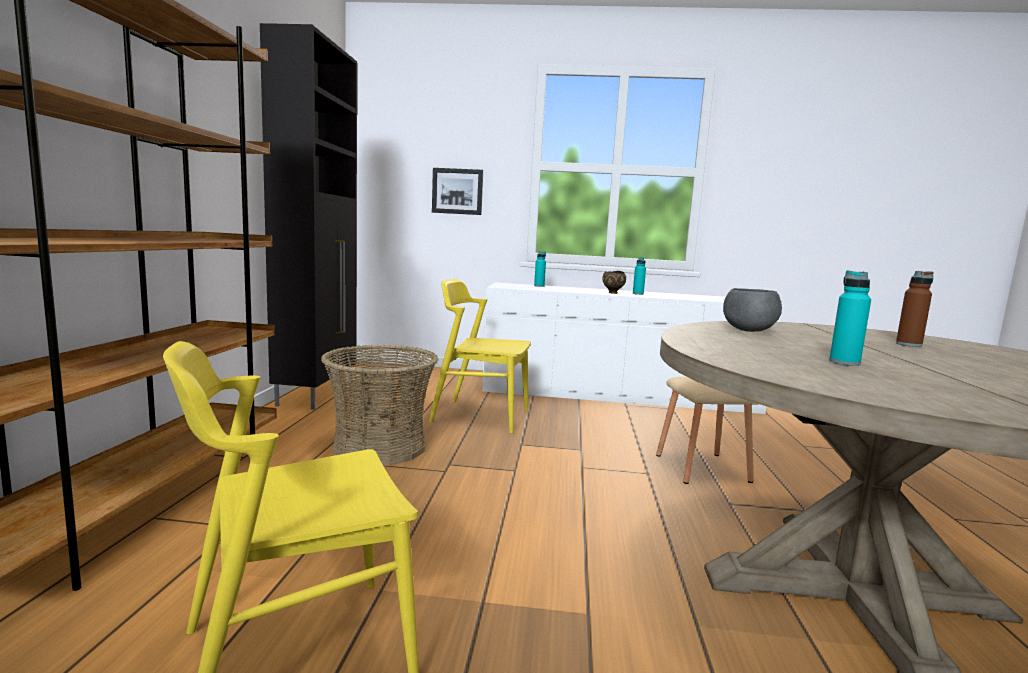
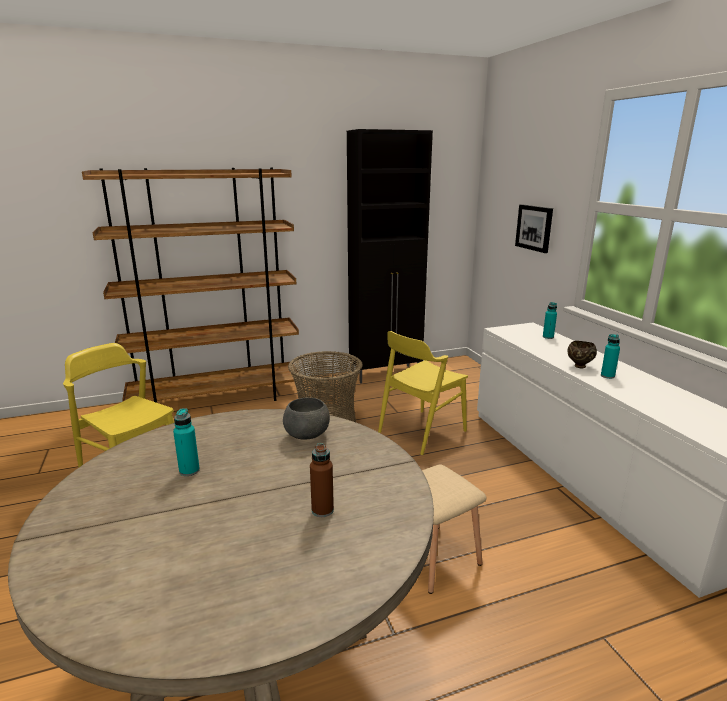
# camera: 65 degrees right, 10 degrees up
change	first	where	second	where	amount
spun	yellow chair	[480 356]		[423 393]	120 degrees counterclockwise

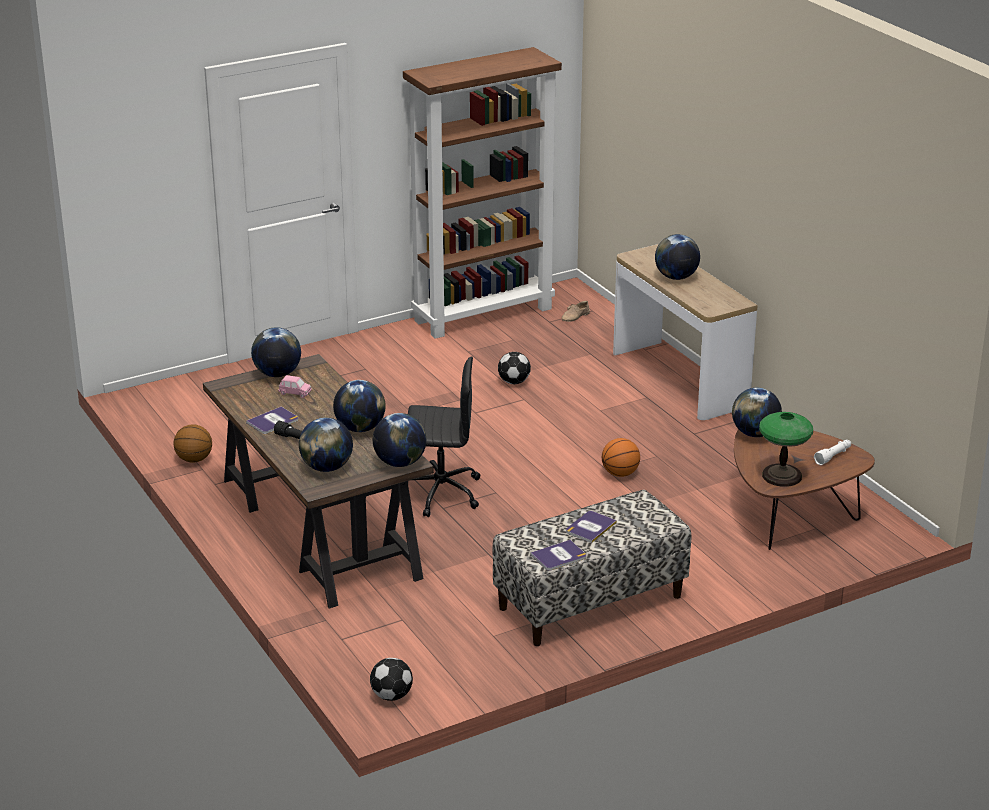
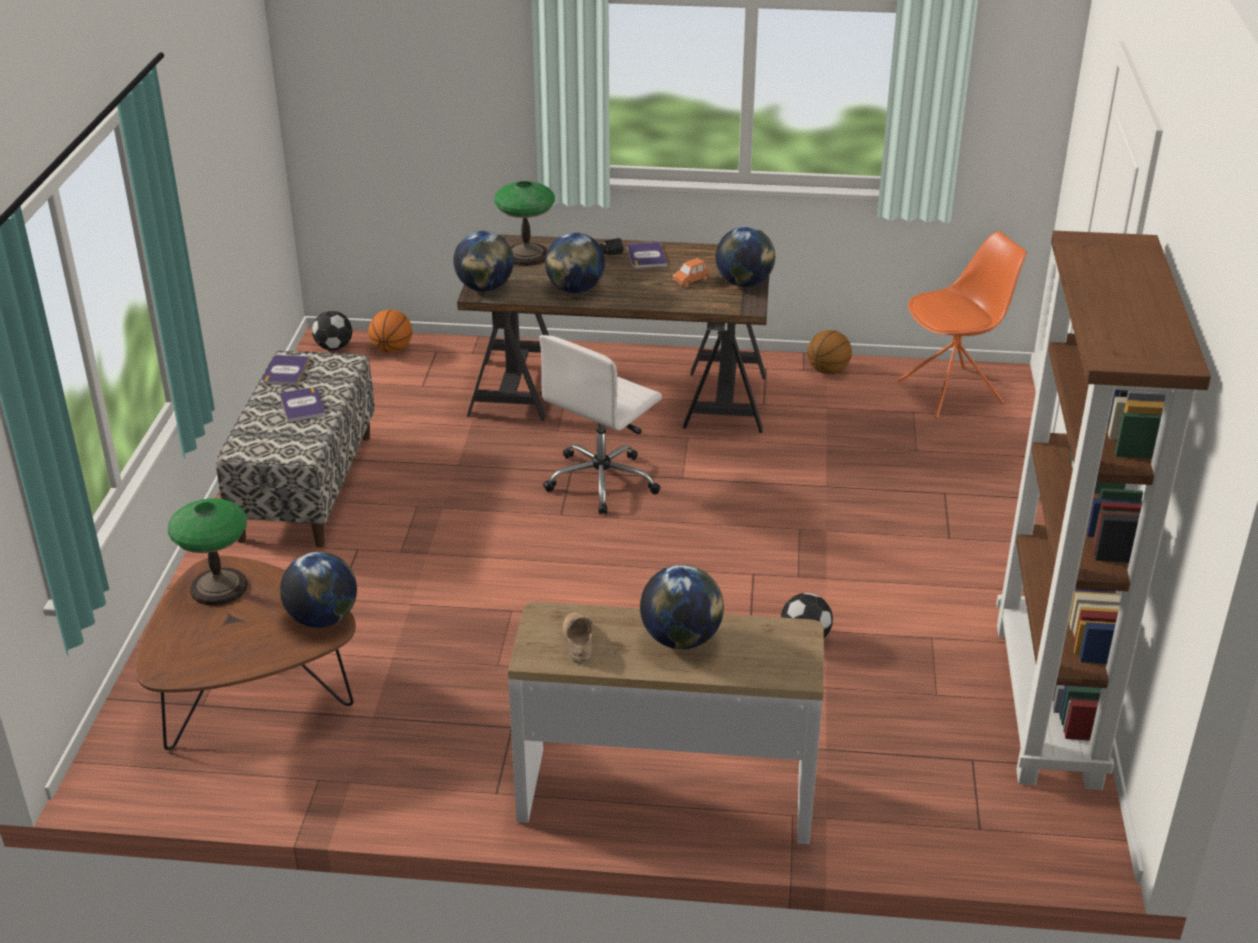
# camera: 125 degrees right, 5 degrees up
change	first	where	second	where	amount
relocated	beige shoe	[576 311]		[578 638]	
colour	black office chair	[444 436]	white office chair	[600 424]	
colour	pink toy car	[295 386]	orange toy car	[691 272]	
exchanged	globe	[326 445]	table lamp	[524 223]	
relocated	basketball	[621 457]		[390 331]	
missing	white flashlight	[832 452]			
appeared			orange chair	[962 325]	

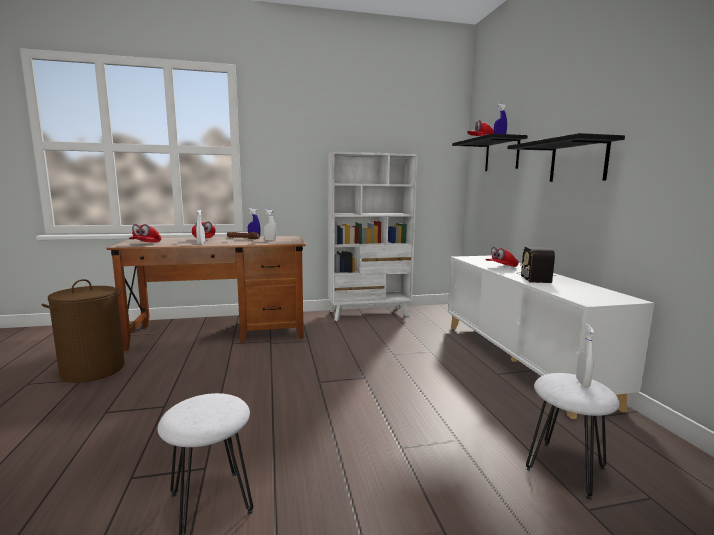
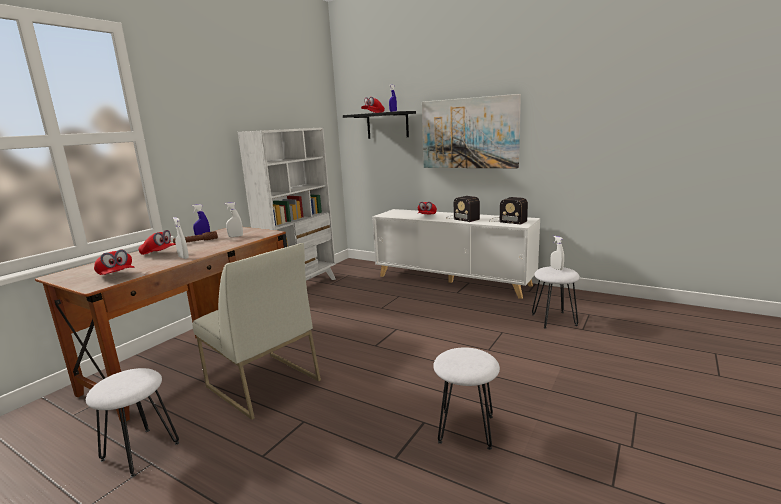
# camera: 45 degrees left, 5 degrees up
change	first	where	second	where	amount
exchanged	black shelf	[566 157]	picture	[471 131]	
exchanged	brown laundry basket	[83 331]	white stool	[132 422]	
appeared			radio	[509 210]	
appeared			white chair	[257 331]	

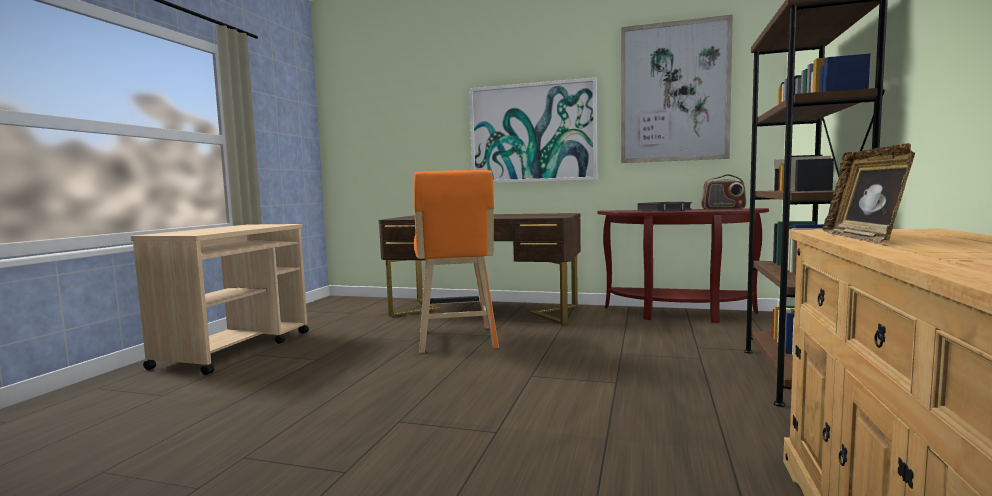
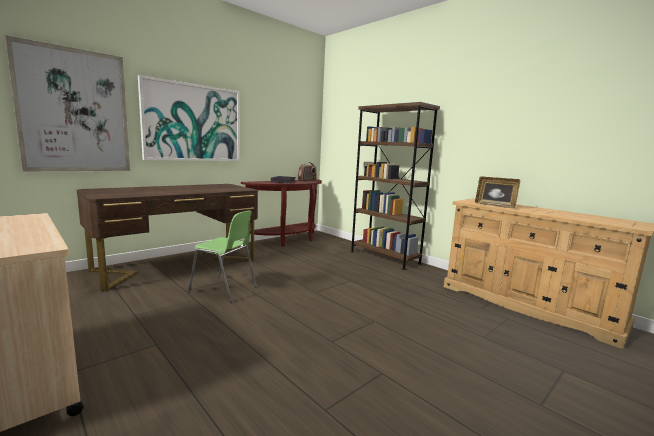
# camera: 60 degrees left, 5 degrees up
change	first	where	second	where	amount
relocated	picture	[677 88]		[67 103]	
exchanged	orange stool	[456 261]	green chair	[222 257]	

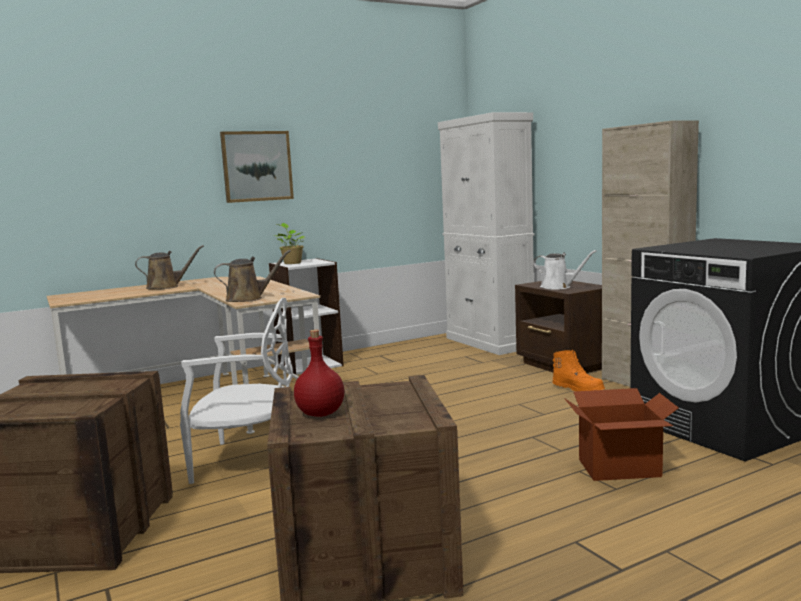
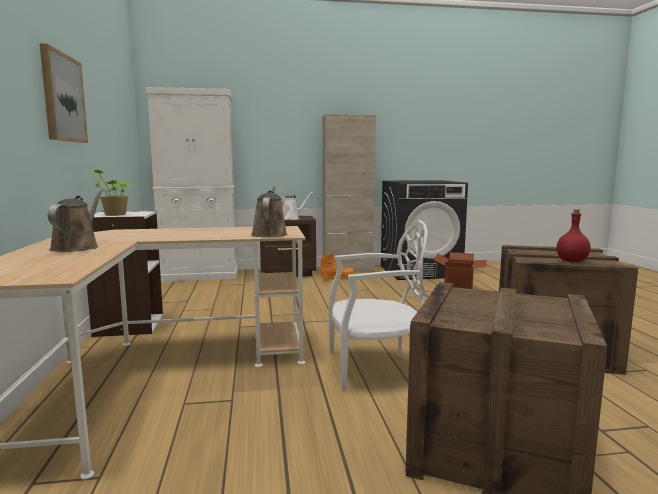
# camera: 70 degrees left, 0 degrees up
change	first	where	second	where	amount
spun	white chair	[236 391]		[378 306]	60 degrees clockwise

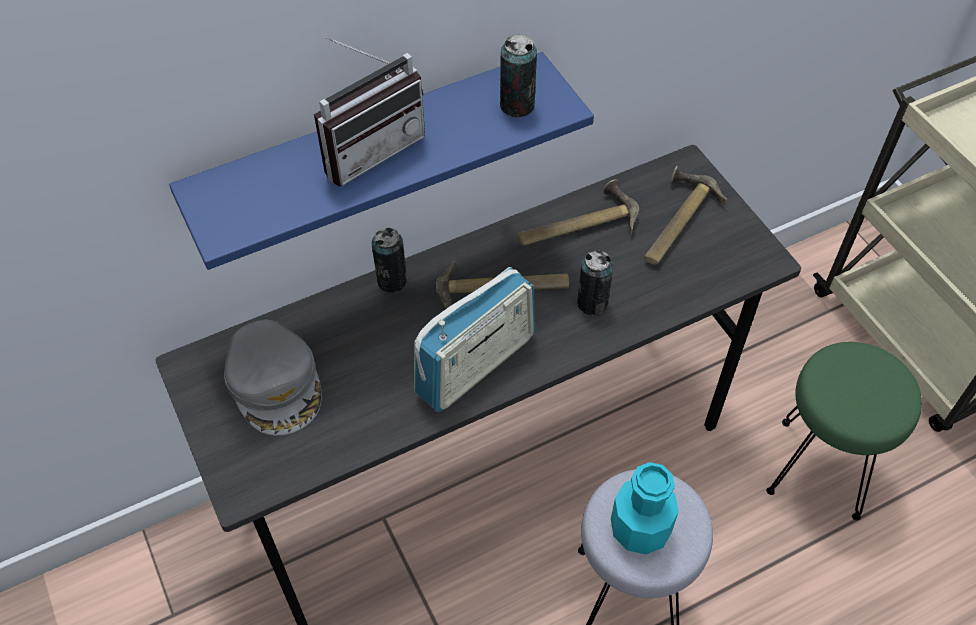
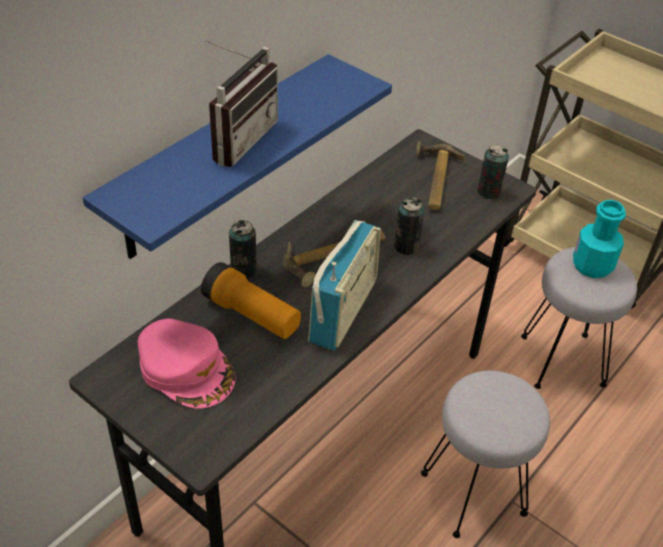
# camera: 25 degrees left, 10 degrees down
change	first	where	second	where	amount
relocated	can	[518 75]		[493 171]	
missing	hammer	[578 212]			
colour	grey cap	[273 377]	pink cap	[187 364]	
colour	green stool	[844 431]	grey stool	[579 318]	
relocated	turquoise bottle	[645 508]		[599 239]	
appeared			flashlight	[251 300]	

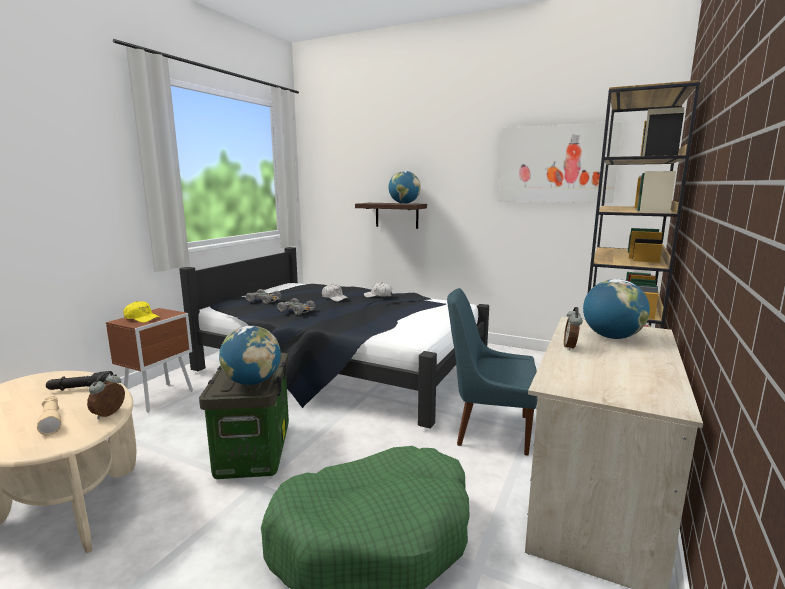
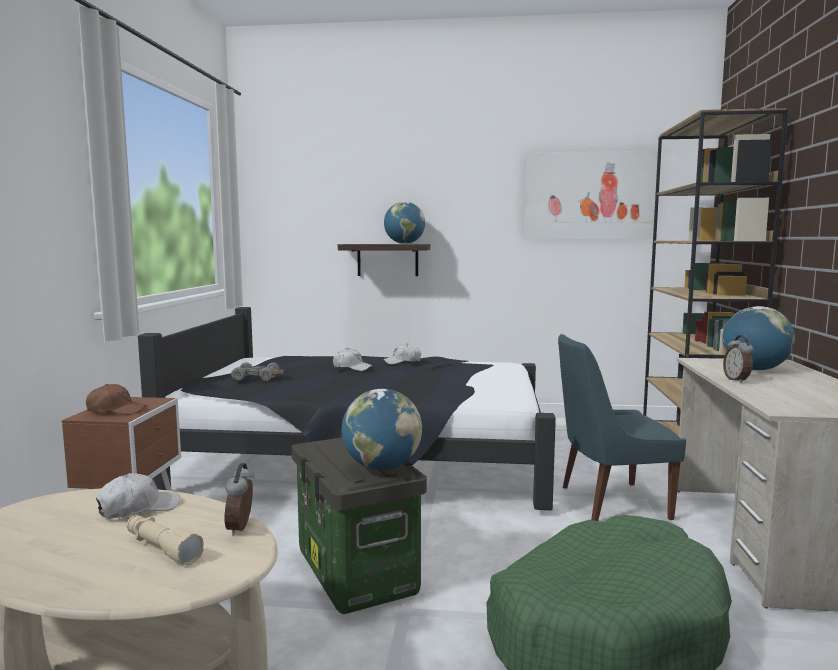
# camera: 20 degrees left, 5 degrees down
change	first	where	second	where	amount
missing	grey toy car	[296 306]			
colour	yellow cap	[141 312]	brown cap	[116 399]	
exchanged	black flashlight	[79 381]	white cap	[138 496]	

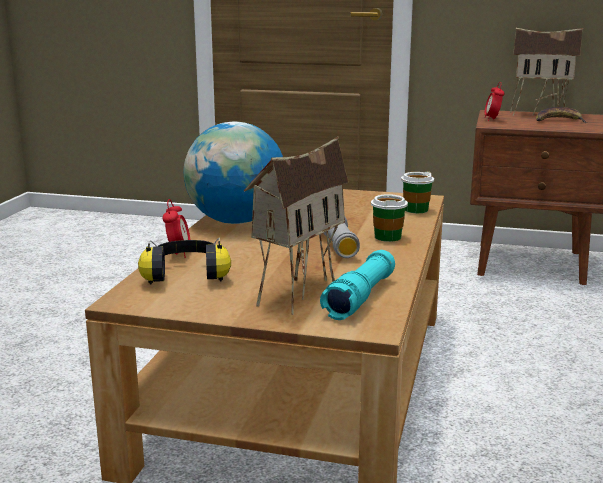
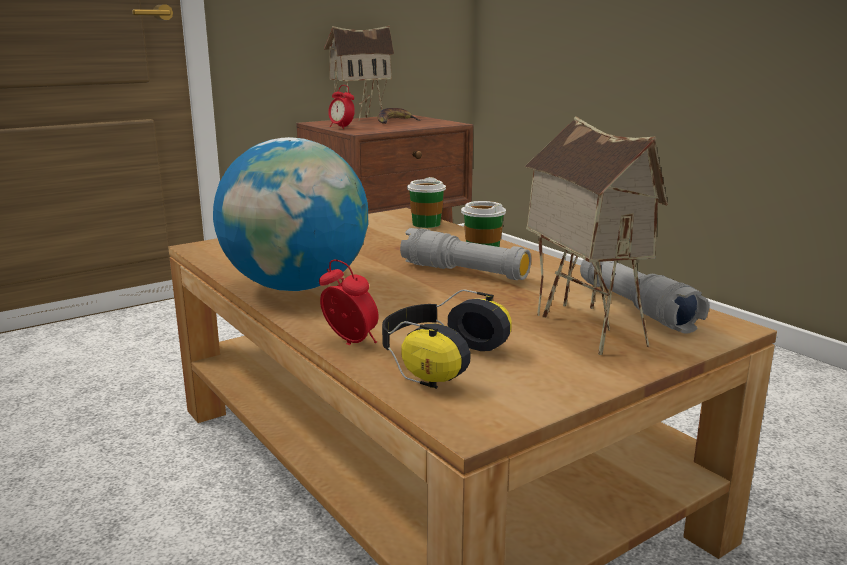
# camera: 50 degrees left, 0 degrees up
change	first	where	second	where	amount
colour	turquoise flashlight	[357 285]	grey flashlight	[644 296]	

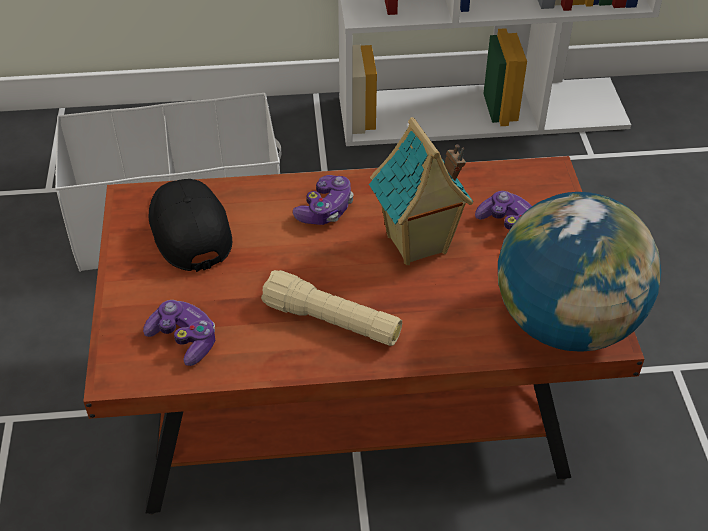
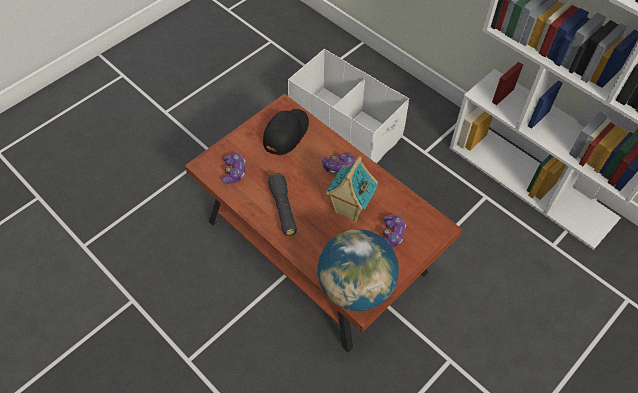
# camera: 50 degrees right, 10 degrees up
change	first	where	second	where	amount
colour	beige flashlight	[331 308]	black flashlight	[282 204]	

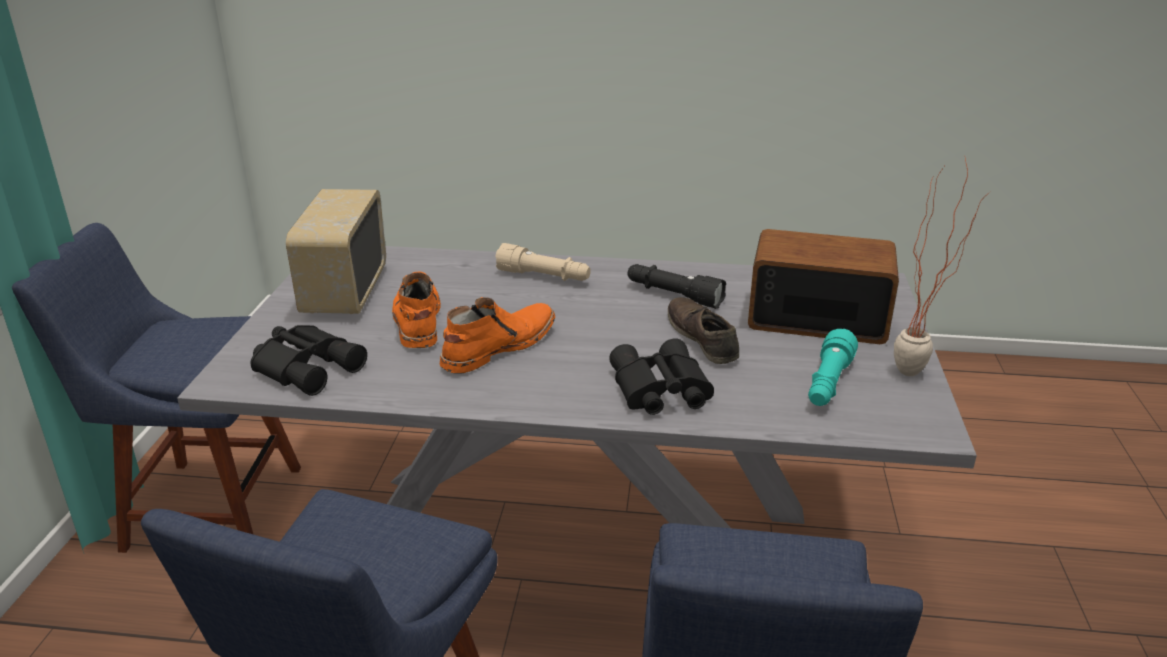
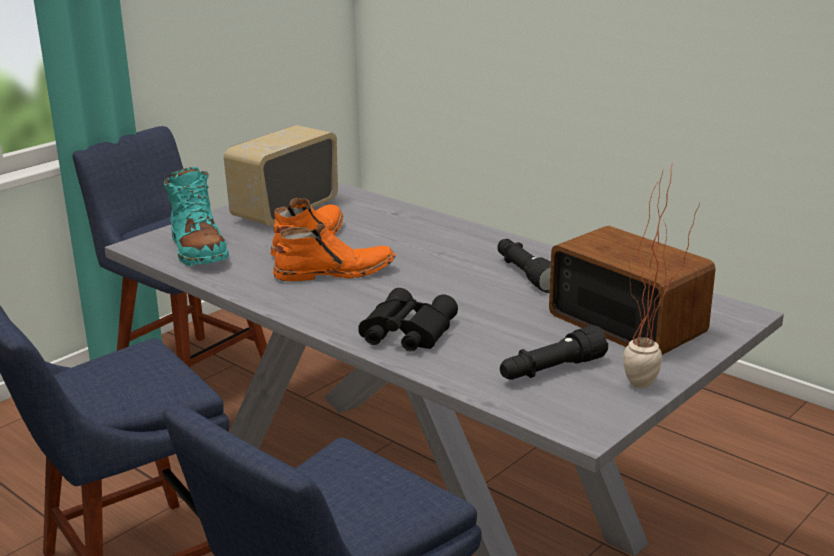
# camera: 35 degrees right, 5 degrees down
change	first	where	second	where	amount
missing	beige flashlight	[543 262]			
missing	brown shoe	[703 330]			
exchanged	black binoculars	[309 360]	turquoise boot	[196 216]	
colour	turquoise flashlight	[833 367]	black flashlight	[554 352]	

